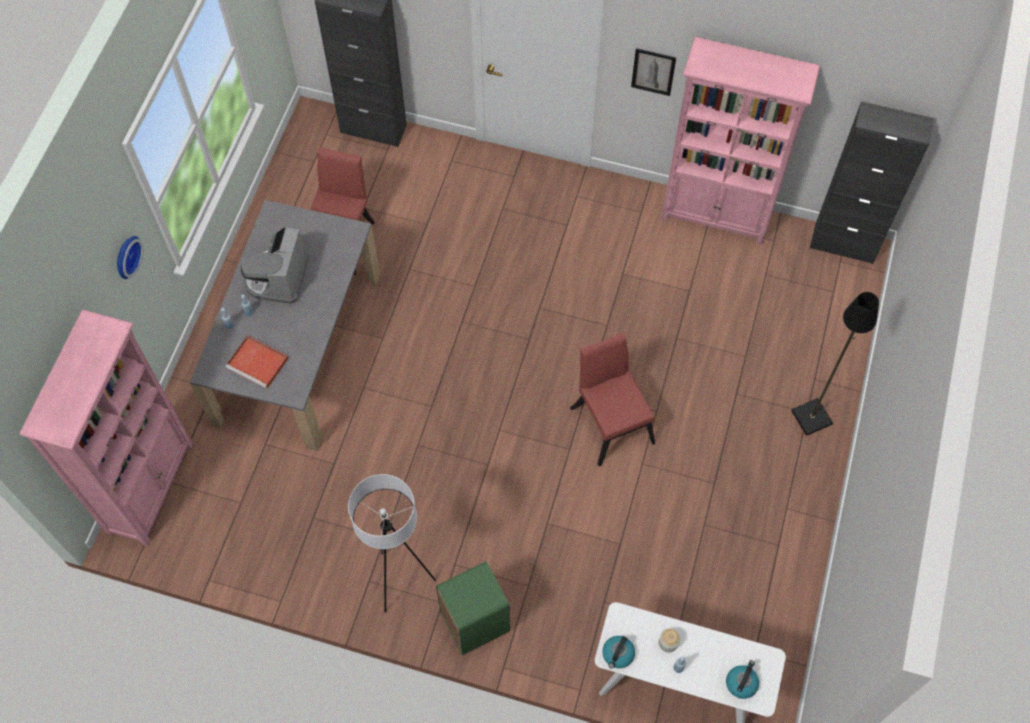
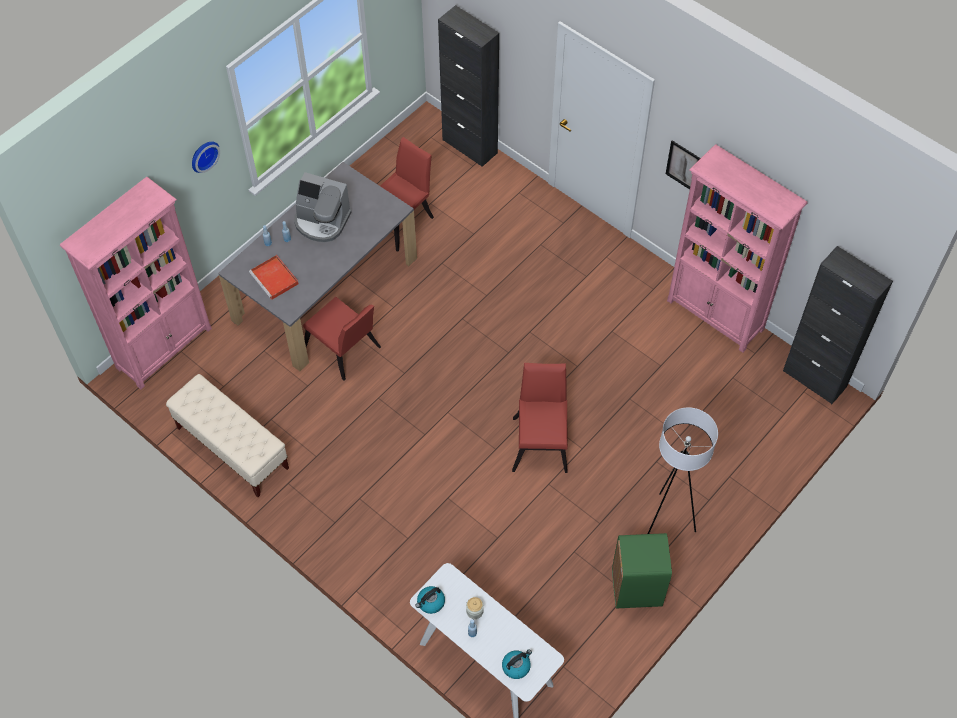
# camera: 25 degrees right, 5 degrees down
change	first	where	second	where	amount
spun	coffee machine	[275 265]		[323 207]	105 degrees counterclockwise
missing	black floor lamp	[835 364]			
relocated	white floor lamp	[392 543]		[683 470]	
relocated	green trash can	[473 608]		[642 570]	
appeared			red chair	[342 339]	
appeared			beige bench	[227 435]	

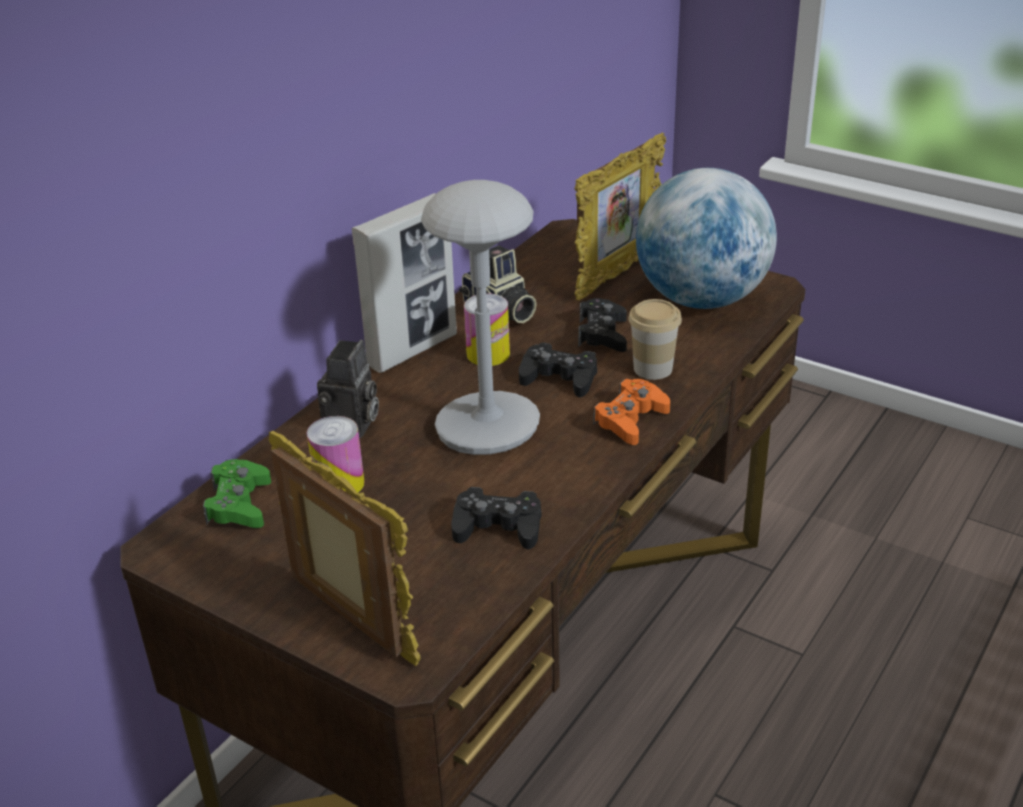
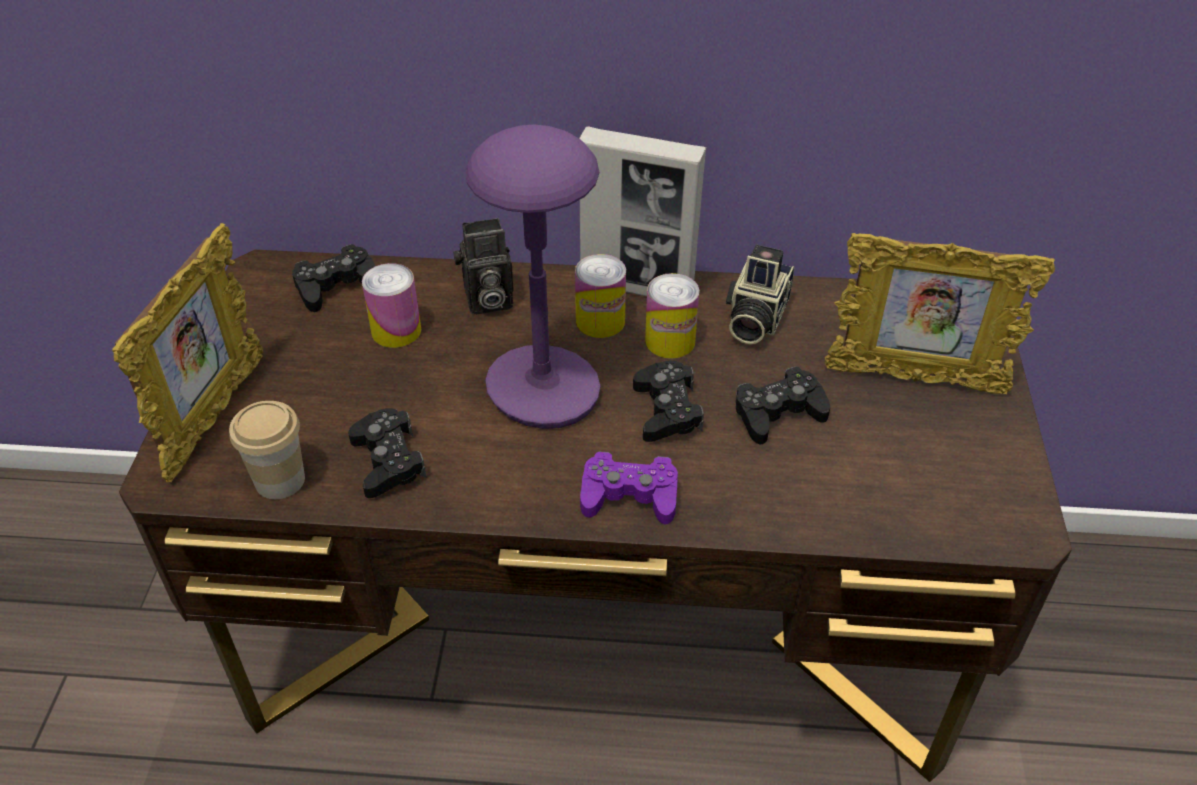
# camera: 60 degrees right, 10 degrees up
change	first	where	second	where	amount
missing	globe	[706 238]			
colour	grey table lamp	[480 317]	purple table lamp	[533 276]	
relocated	cup	[655 339]		[267 450]	
colour	orange game controller	[631 412]	purple game controller	[629 487]	
colour	green game controller	[237 493]	black game controller	[333 278]	
appeared			can	[600 296]	

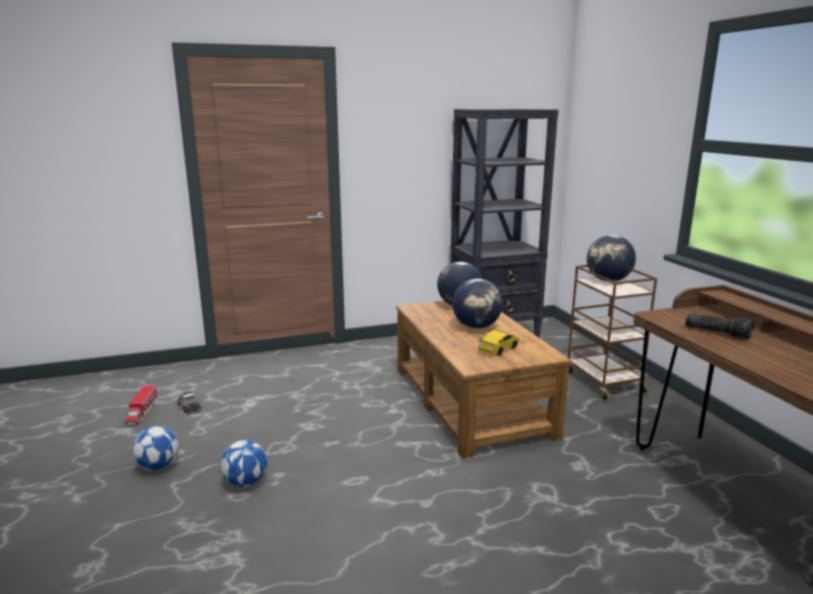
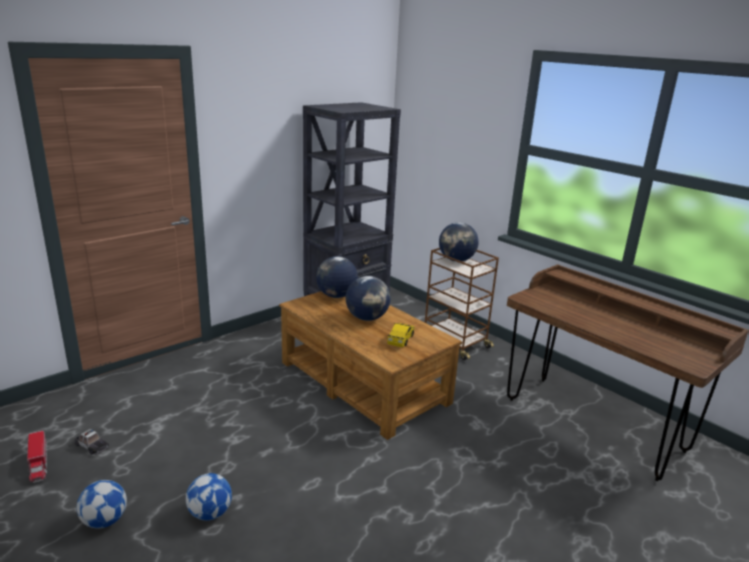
# camera: 25 degrees left, 5 degrees up
change	first	where	second	where	amount
missing	flashlight	[719 326]			

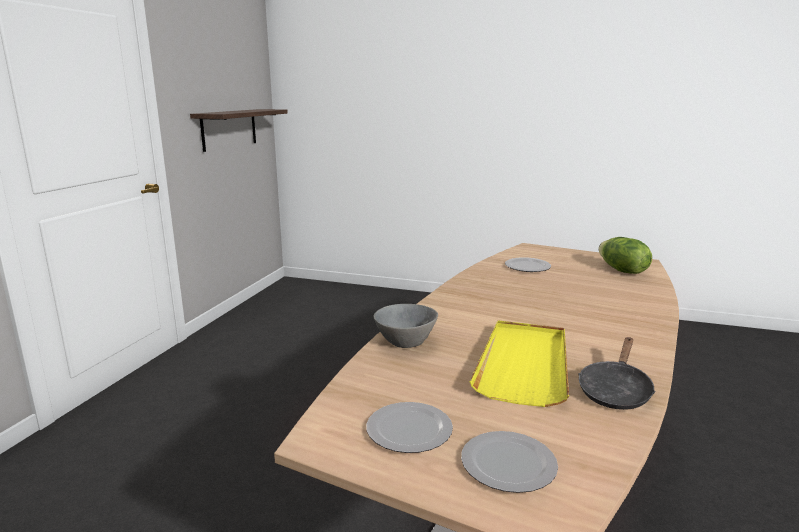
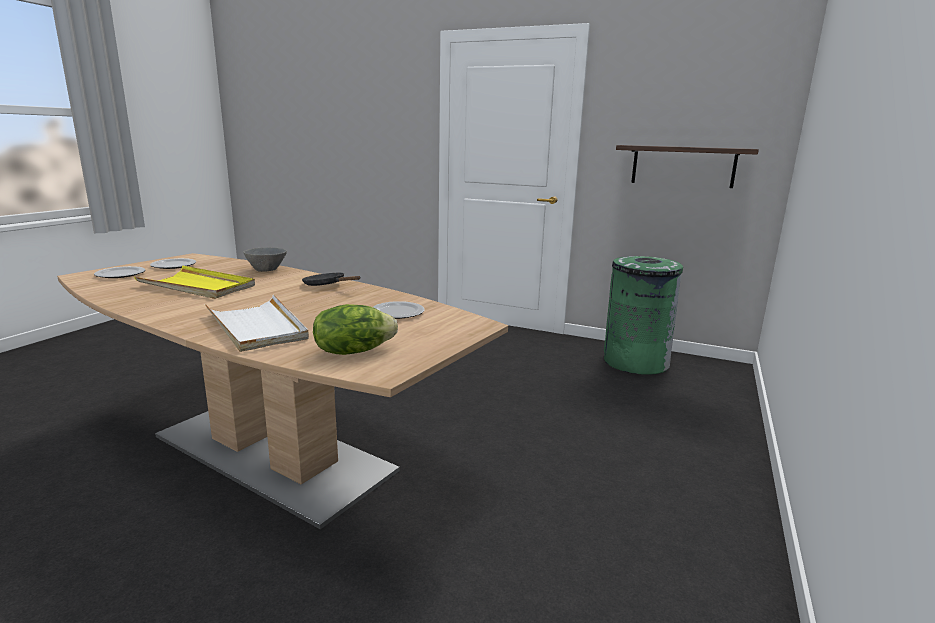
# camera: 95 degrees right, 0 degrees up
change	first	where	second	where	amount
relocated	black frying pan	[617 373]		[331 279]	
appeared			green trash can	[643 315]	
appeared			white tray	[257 323]	

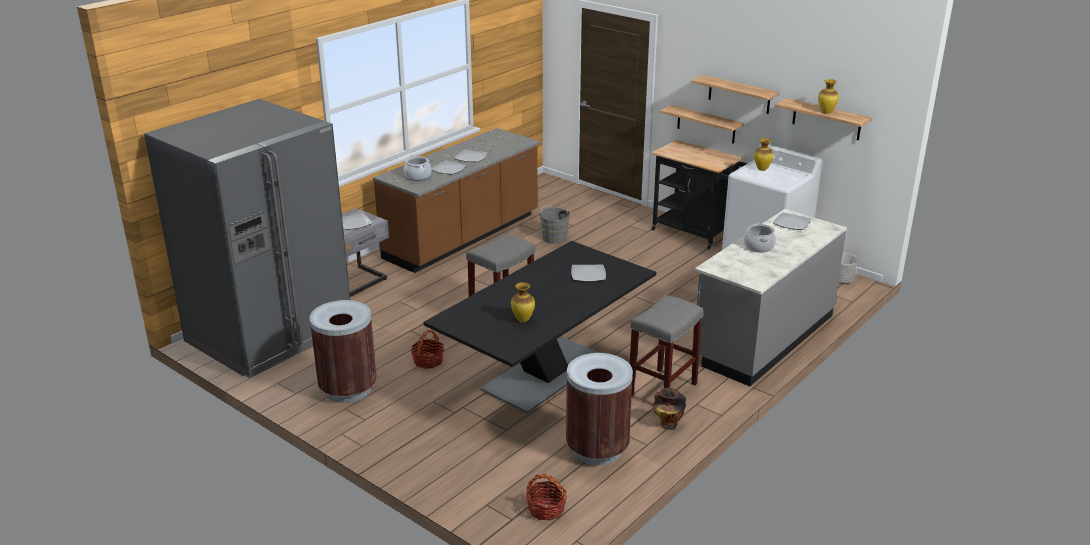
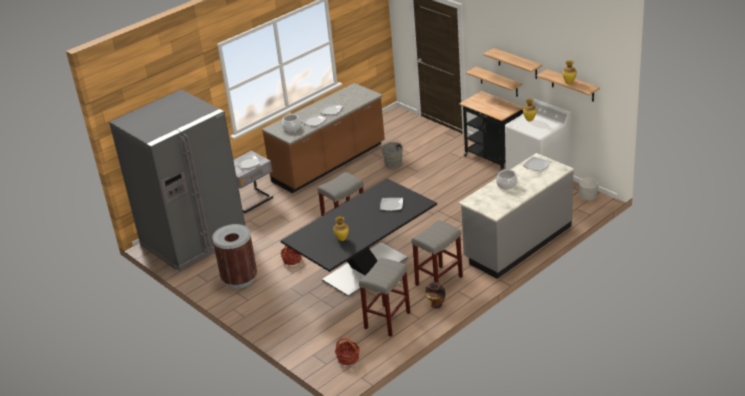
# camera: 10 degrees right, 5 degrees up
change	first	where	second	where	amount
exchanged	brown trash can	[599 409]	grey stool	[385 297]	

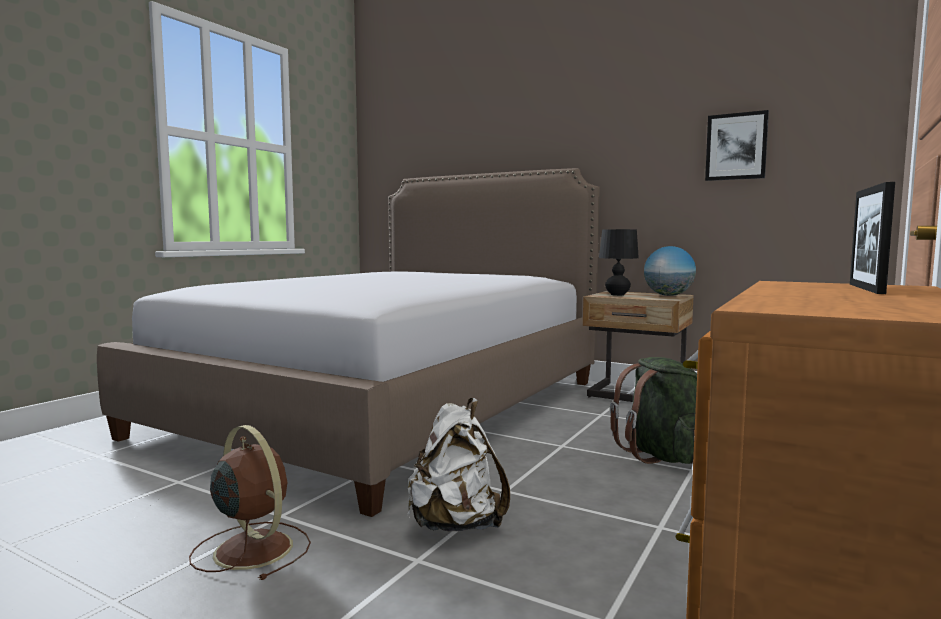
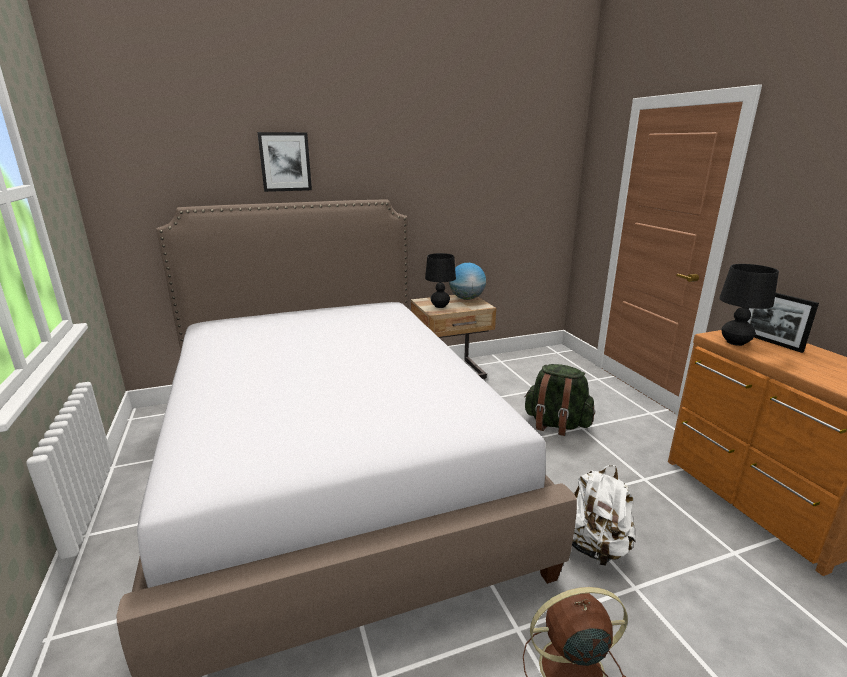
# camera: 50 degrees left, 15 degrees up
change	first	where	second	where	amount
relocated	picture	[737 145]		[284 162]	
appeared			black table lamp	[749 305]	

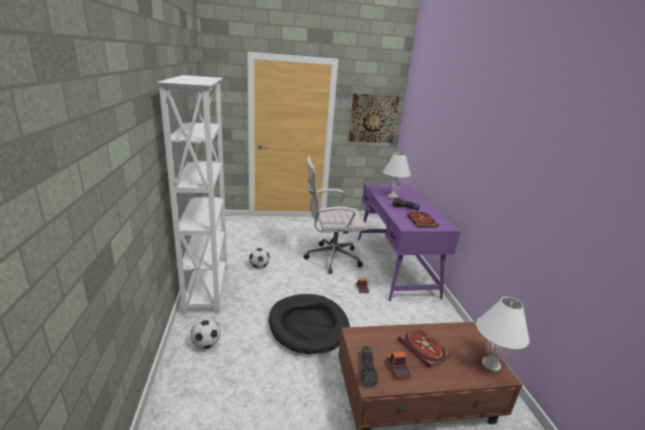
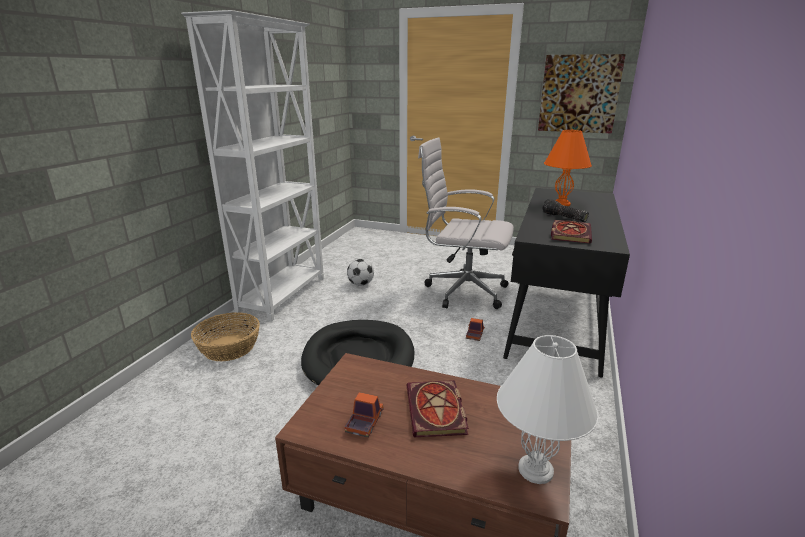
# camera: 30 degrees right, 0 degrees up
change	first	where	second	where	amount
colour	white table lamp	[397 175]	orange table lamp	[568 167]	
colour	purple desk	[409 242]	black desk	[566 283]	
exchanged	football	[206 334]	basket	[225 336]	
missing	flashlight	[369 366]			

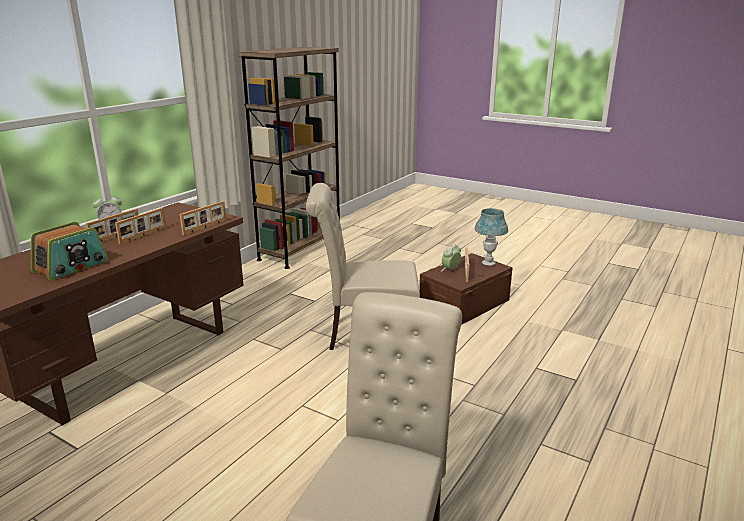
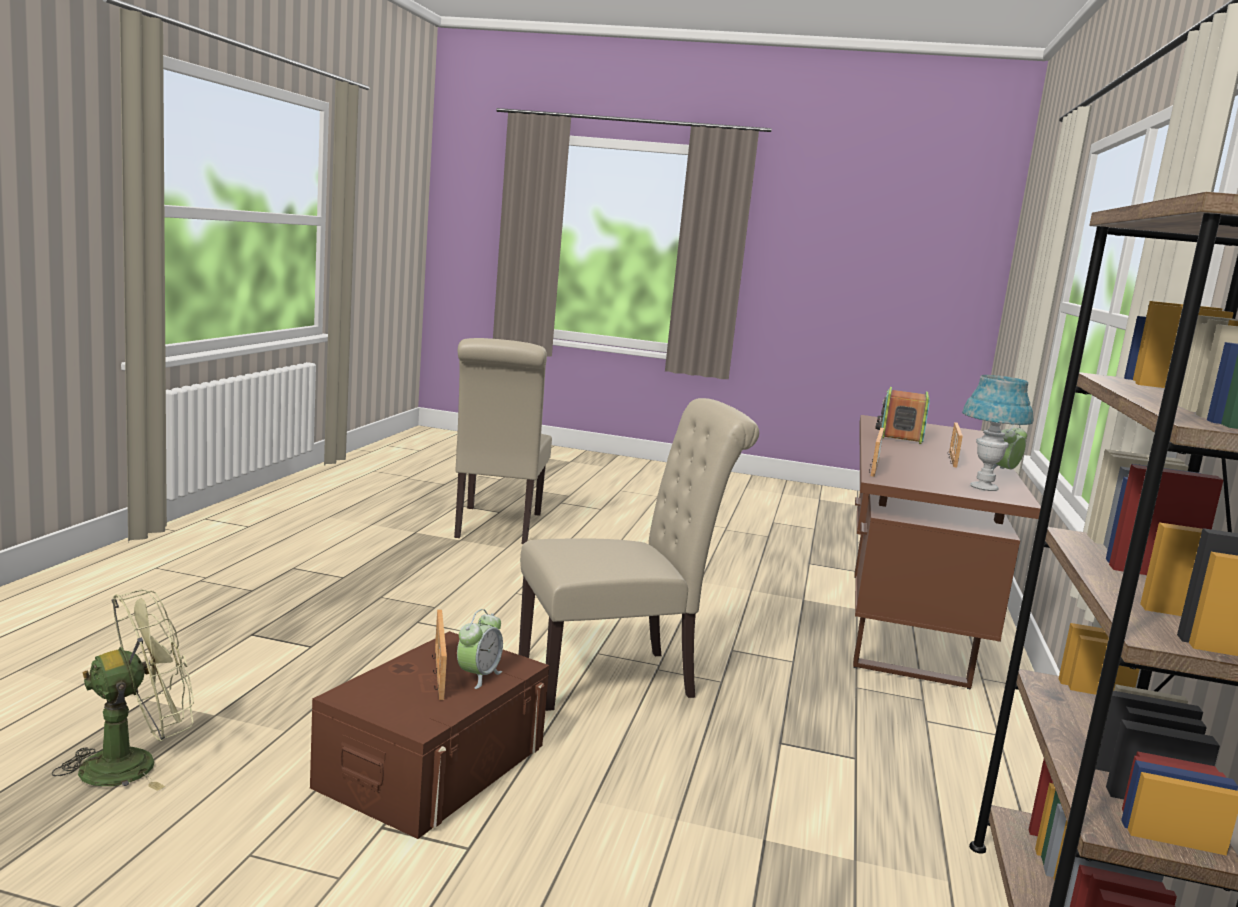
# camera: 160 degrees right, 10 degrees down
change	first	where	second	where	amount
missing	picture frame	[140 226]			
relocated	blue table lamp	[491 237]		[997 433]	
appeared			green fan	[123 690]	

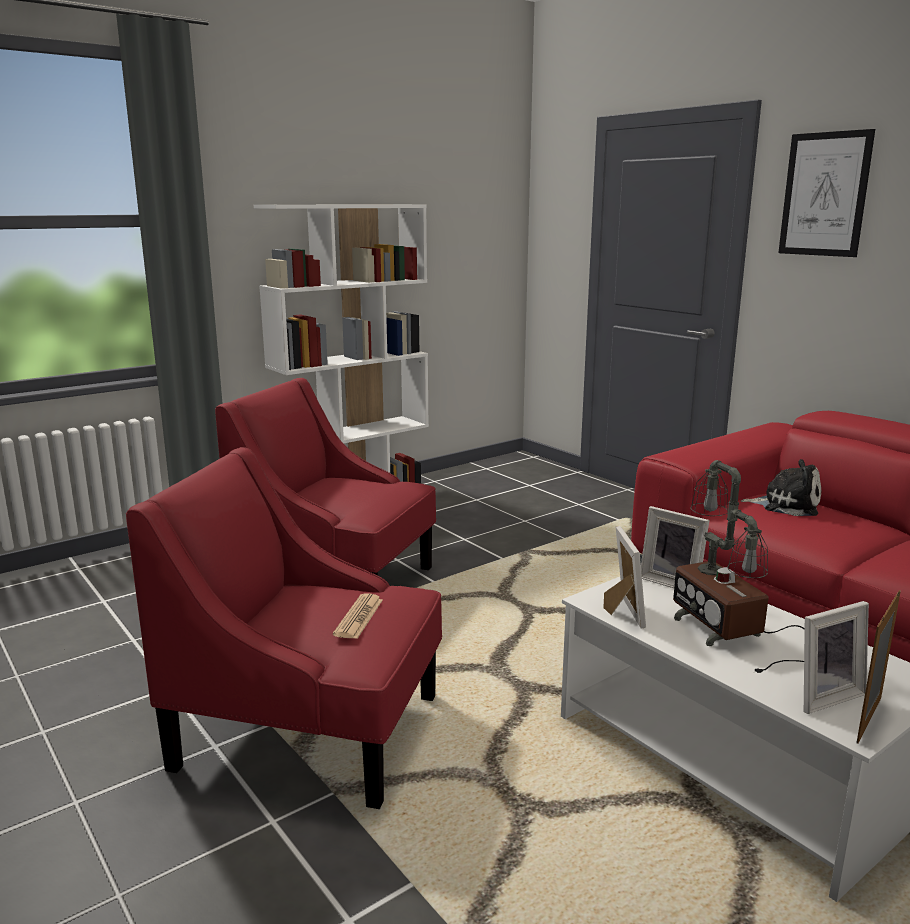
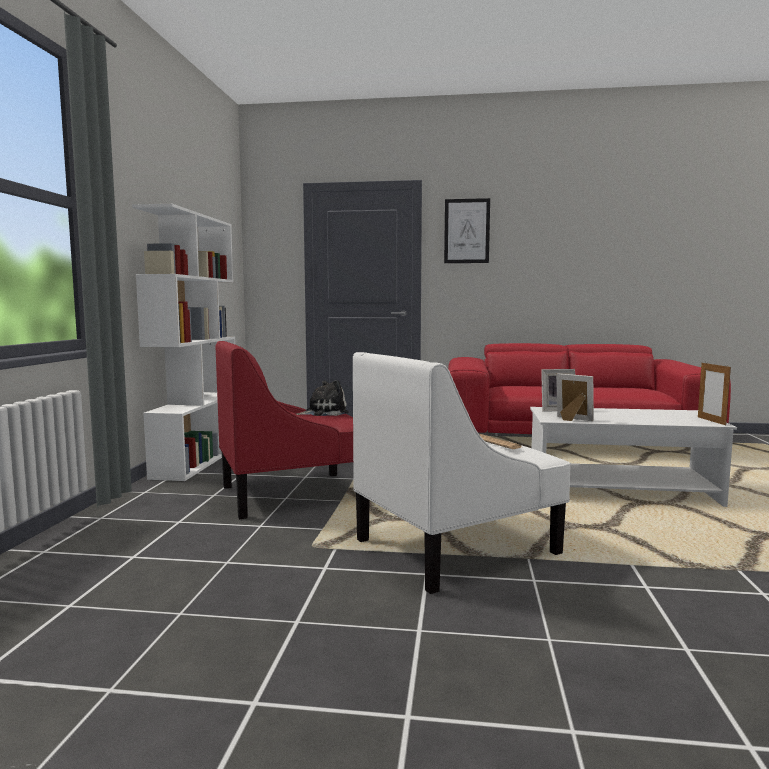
# camera: 45 degrees left, 10 degrees down
change	first	where	second	where	amount
colour	red armchair	[284 628]	white armchair	[462 473]	
relocated	plush toy	[781 487]		[322 398]	
missing	table lamp	[739 566]			
missing	picture frame	[836 657]			

